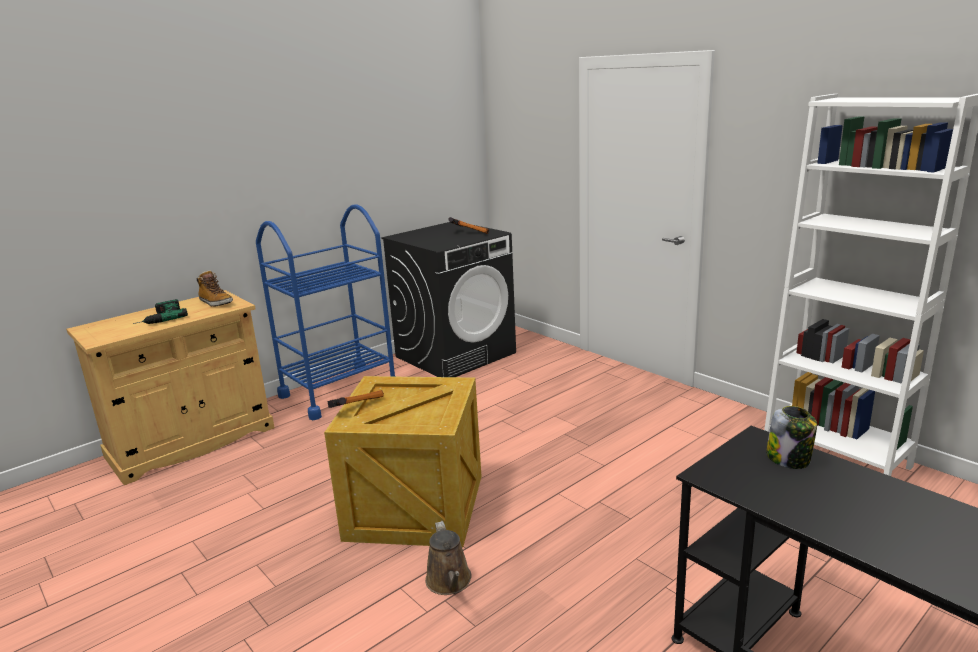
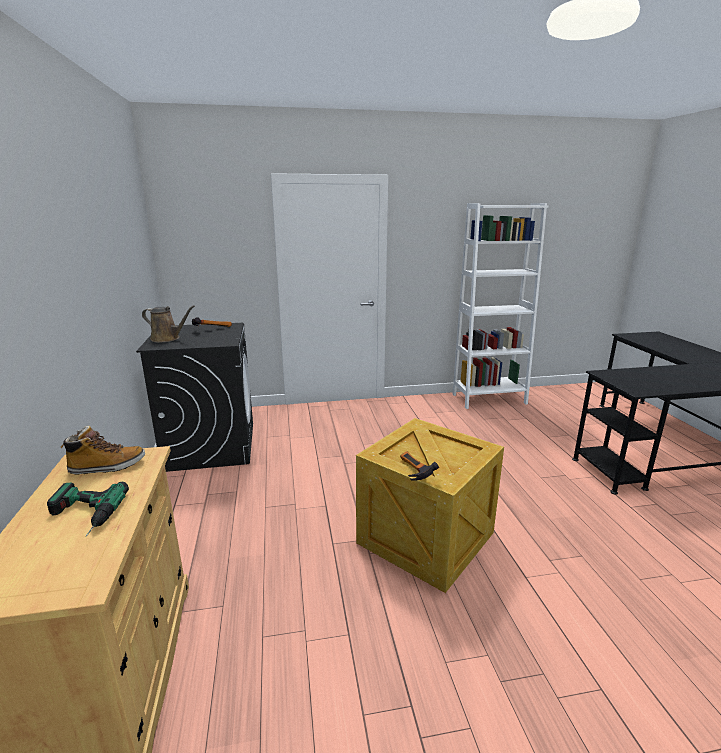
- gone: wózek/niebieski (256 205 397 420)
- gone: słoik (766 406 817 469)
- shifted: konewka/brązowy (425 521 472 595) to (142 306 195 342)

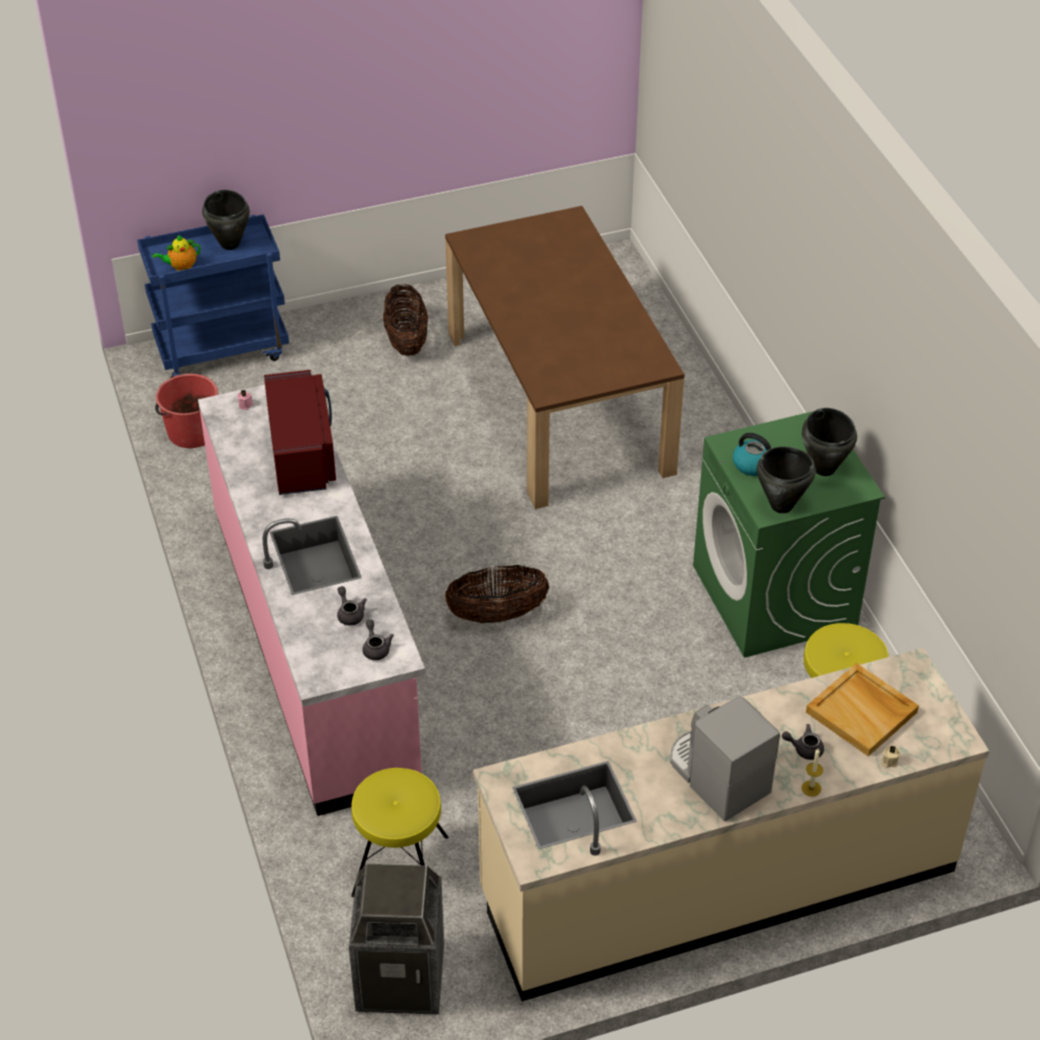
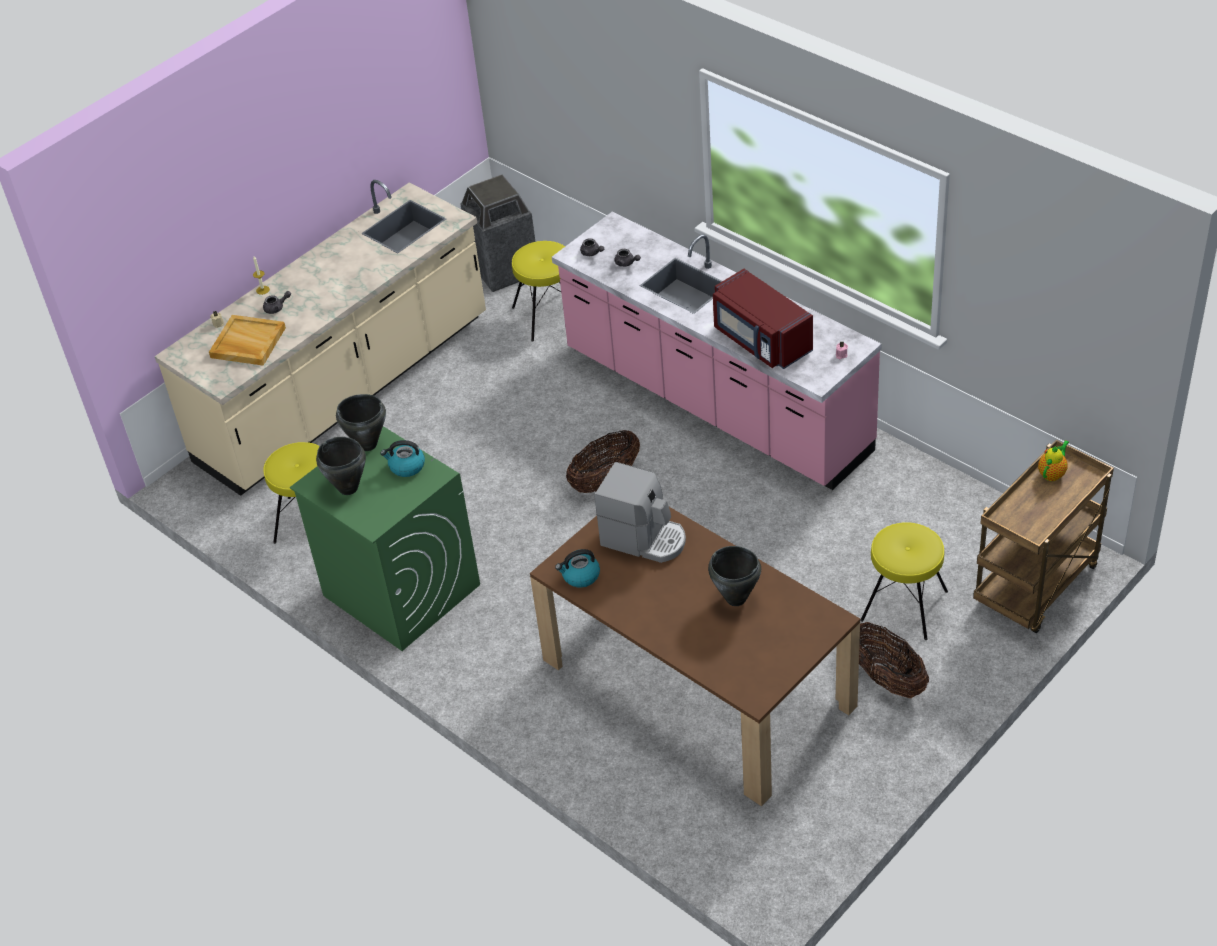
- shifted: garnek/czarny (202 190 250 250) to (708 546 761 606)
- repainted: wózek/niebieski (137 214 289 378) to wózek/brązowy (973 440 1114 633)
- gone: wiadro/czerwony (155 374 218 448)
- shifted: ekspres do kawy (670 697 780 821) to (595 462 686 563)
- new: stołek/żółty (860 522 948 640)
- new: czajnik (555 549 600 588)

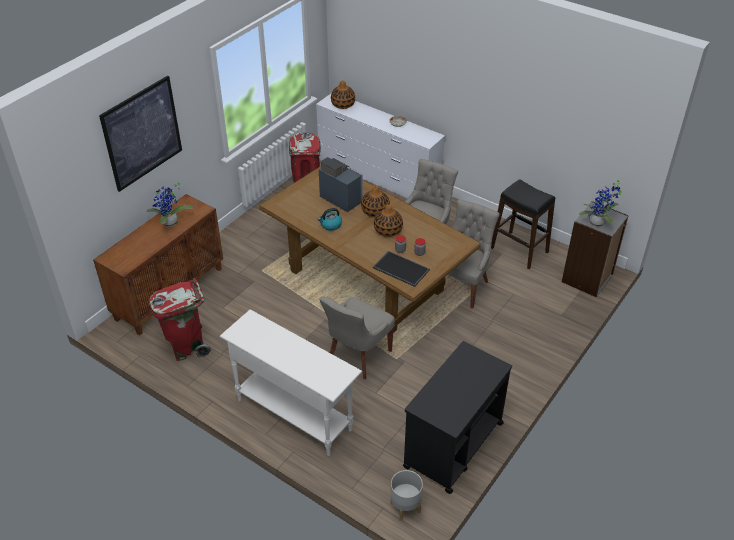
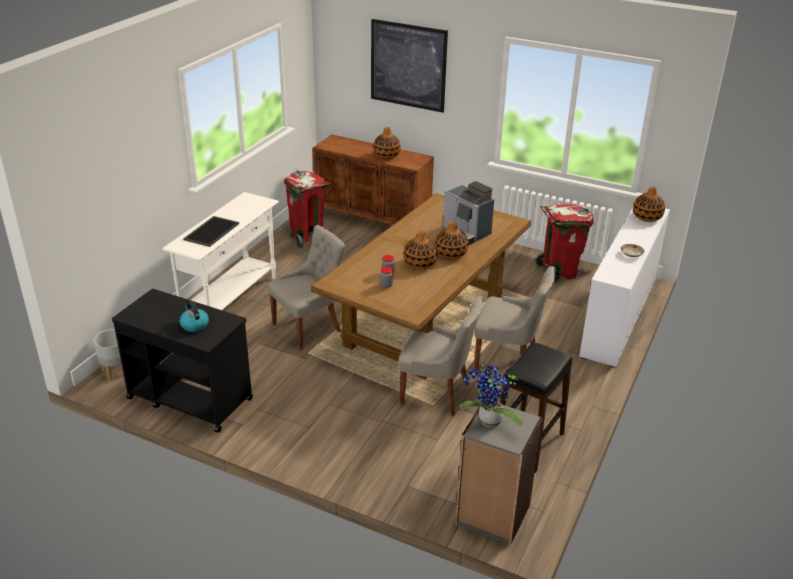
- rotated: ekspres do kawy (319 157 363 212) = (443 181 494 245) 105 degrees clockwise
- swapped: roślina doniczkowa (146 182 194 227) to wazon (373 127 401 159)
- shifted: czajnik (318 208 342 231) to (180 301 209 332)
- shifted: taca (373 251 430 287) to (183 216 239 247)
- rotated: krzesło/szary (319 297 395 379) = (267 225 346 350) 120 degrees clockwise

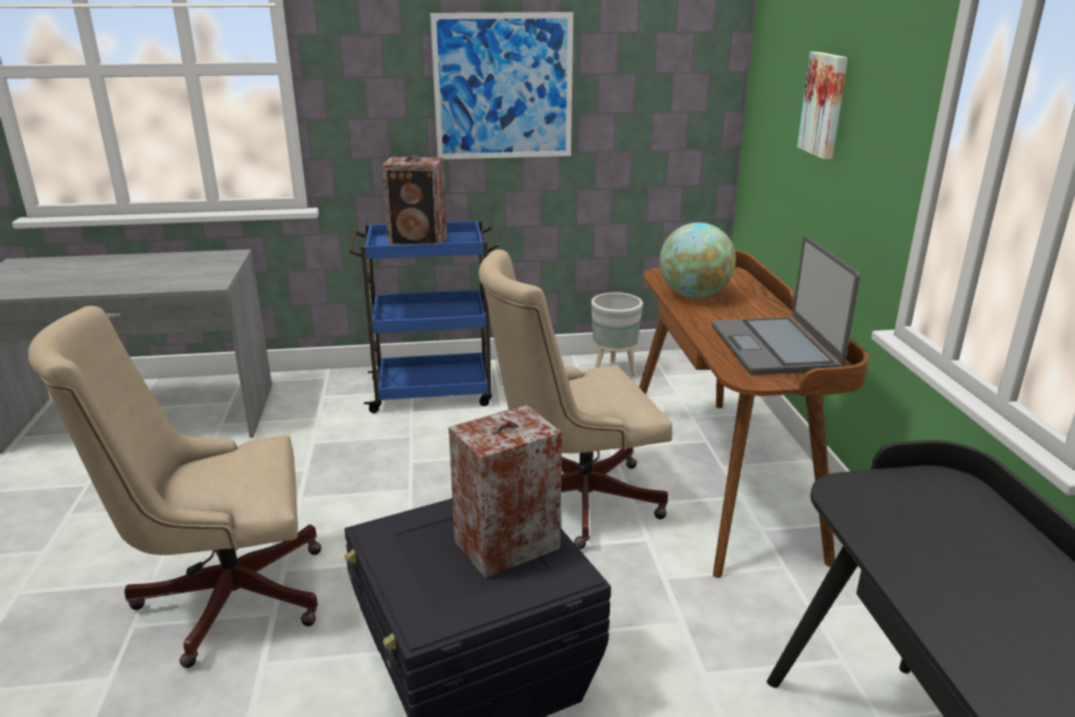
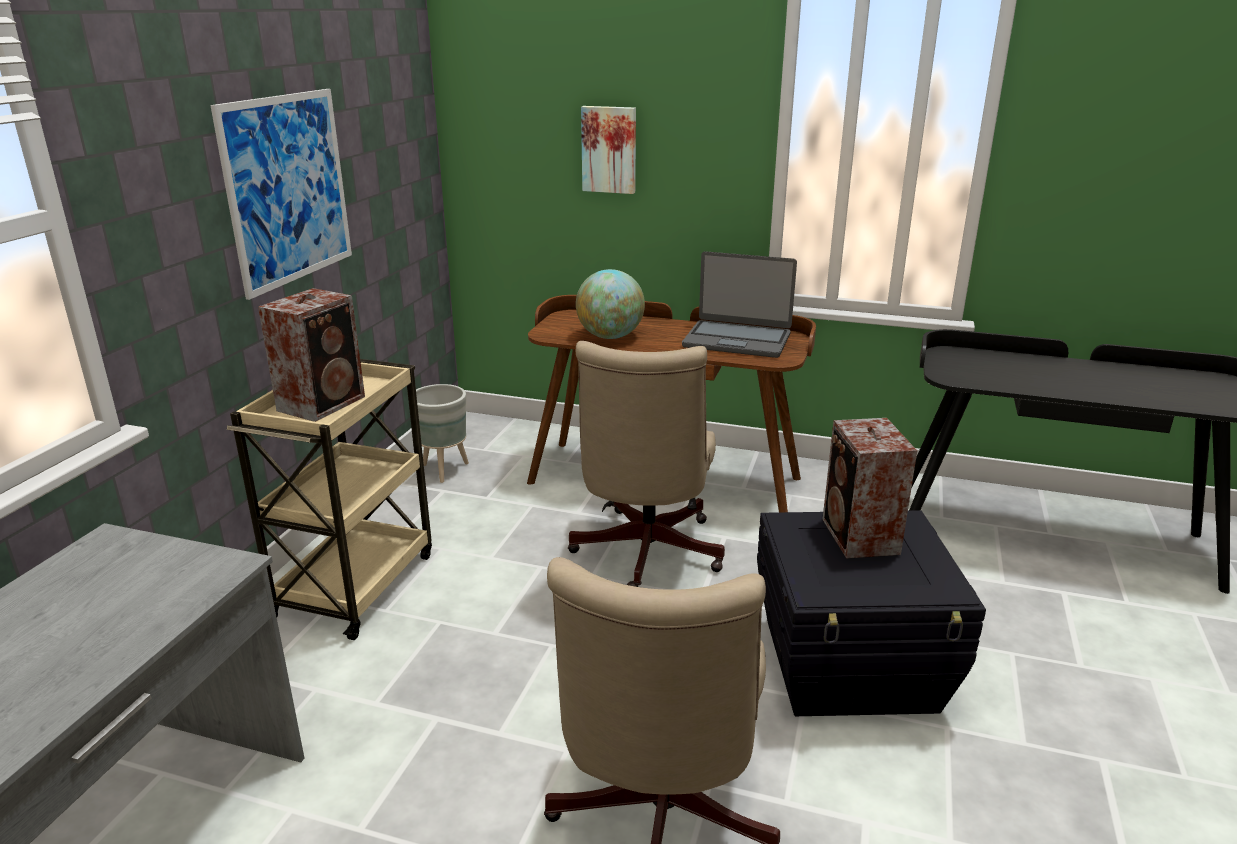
- repainted: wózek/niebieski (349 220 499 413) to wózek/beżowy (227 359 432 640)

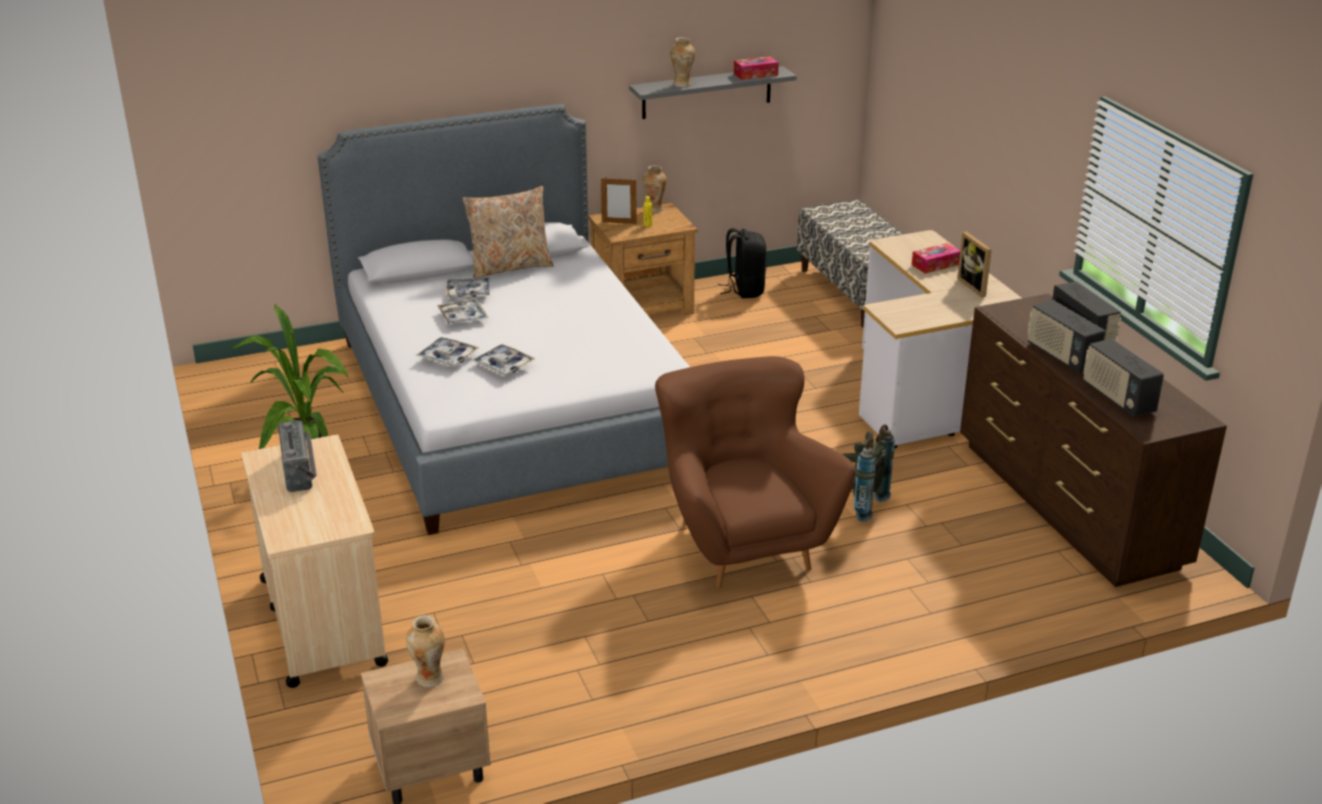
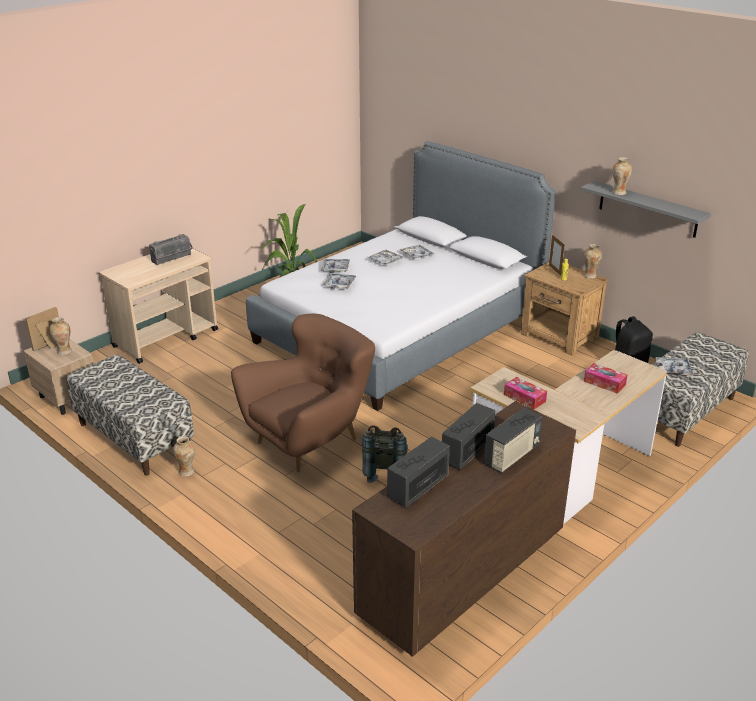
- shifted: pudełko chusteczek (734 56 779 80) to (504 377 547 410)
- gone: poduszka/beżowy (462 186 554 278)
- shifted: ramka na zdjęcie (957 231 992 297) to (25 307 59 351)
- new: ławka (66 354 194 476)
- new: taca (655 357 694 375)
- new: wazon (173 436 195 476)

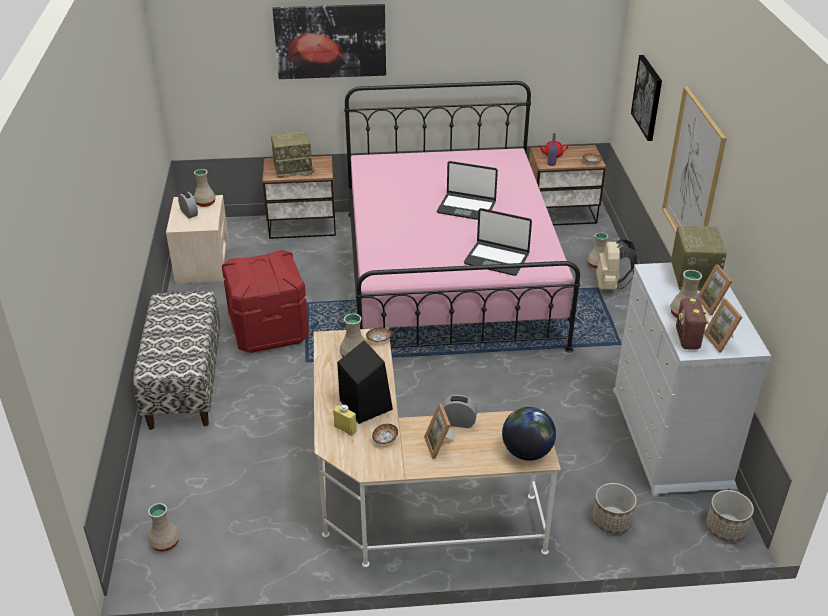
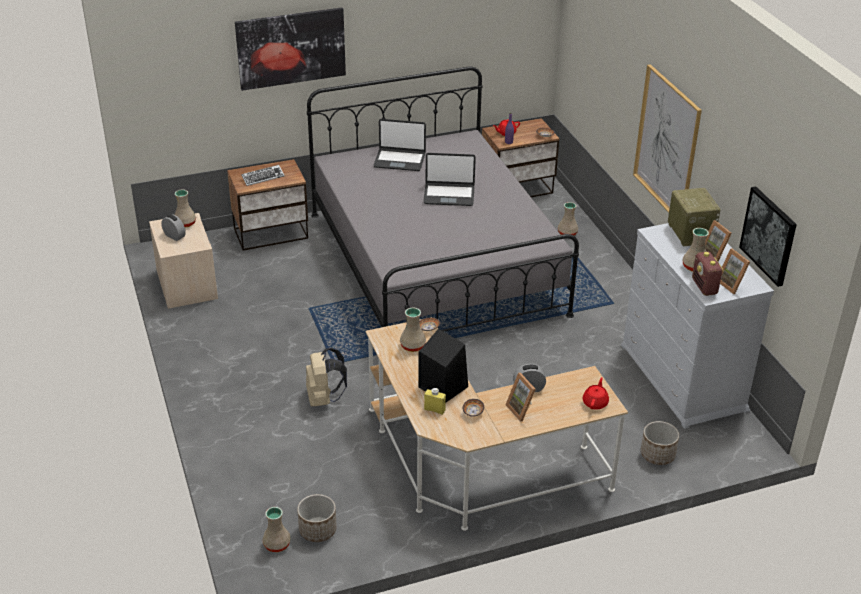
- shifted: obraz (631 55 662 141) to (739 186 797 287)
- repainted: łóżko/różowy (344 81 580 353) to łóżko/szary (307 66 579 332)
- swapped: radio (271 131 314 178) to klawiatura (241 165 284 186)
- shifted: laptop (464 208 532 276) to (373 119 426 171)
- shifted: plecak/beżowy (596 239 638 290) to (306 348 347 406)
- gone: pojemnik do przechowywania/czerwony (222 250 309 353)
- gone: ławka (133 291 221 430)
- swapped: globus (502 407 556 461) to imbryk/czerwony (583 377 609 410)
- shifted: donica (706 490 754 542) to (297 494 337 542)

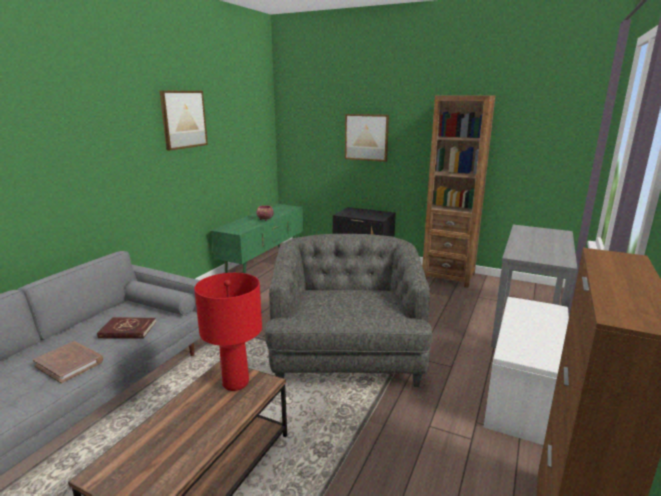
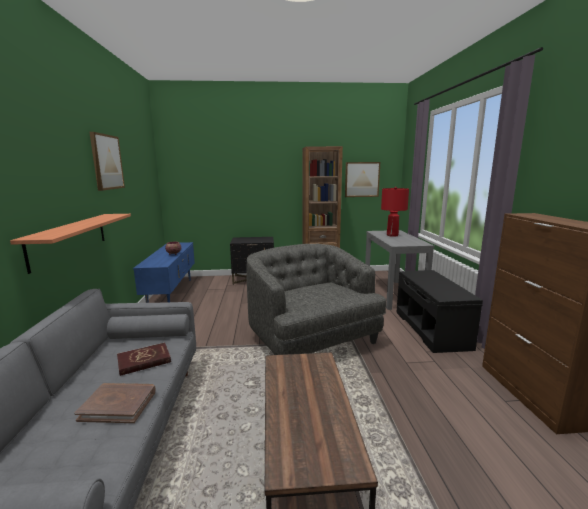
- shifted: obraz (345 114 389 162) to (345 162 380 197)
- repainted: szafka pod telewizor/zielony (211 204 303 274) to szafka pod telewizor/niebieski (133 242 195 303)
- shifted: lampa stołowa/czerwony (194 273 262 391) to (381 187 409 237)
- repainted: ławka/biały (484 297 569 445) to ławka/czarny (396 270 483 353)
- new: półka (10 214 131 274)

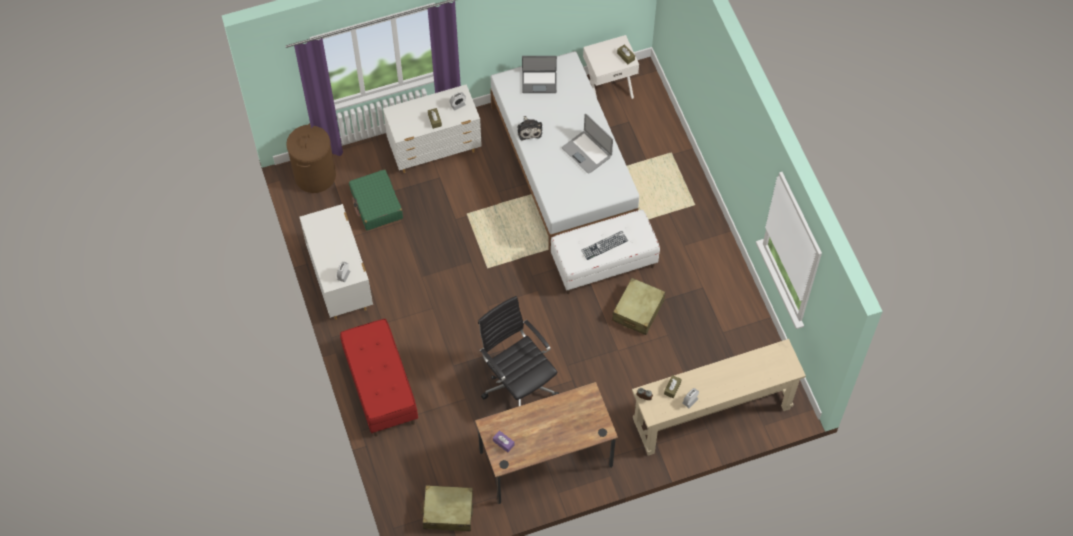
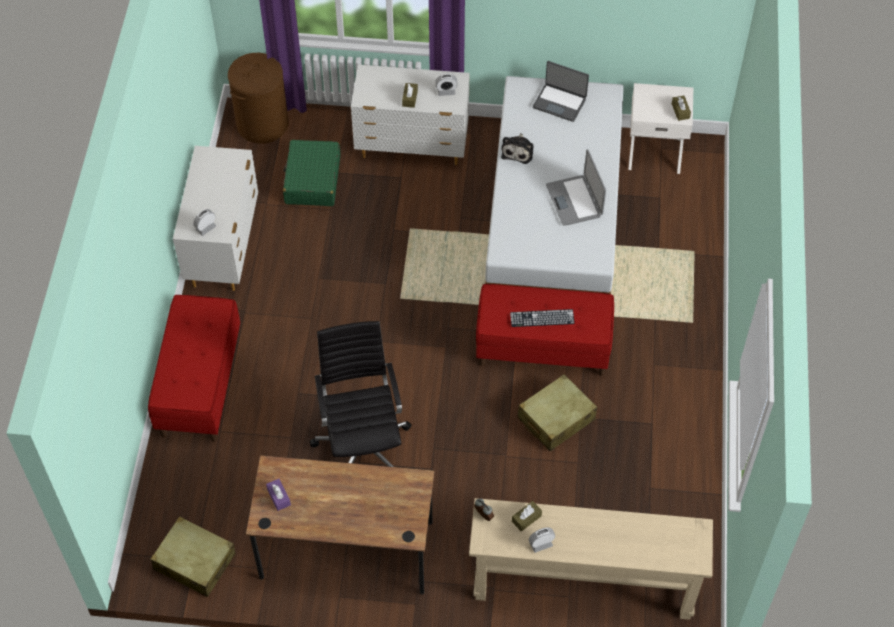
- repainted: ławka/biały (551 210 660 294) to ławka/czerwony (476 284 614 376)

